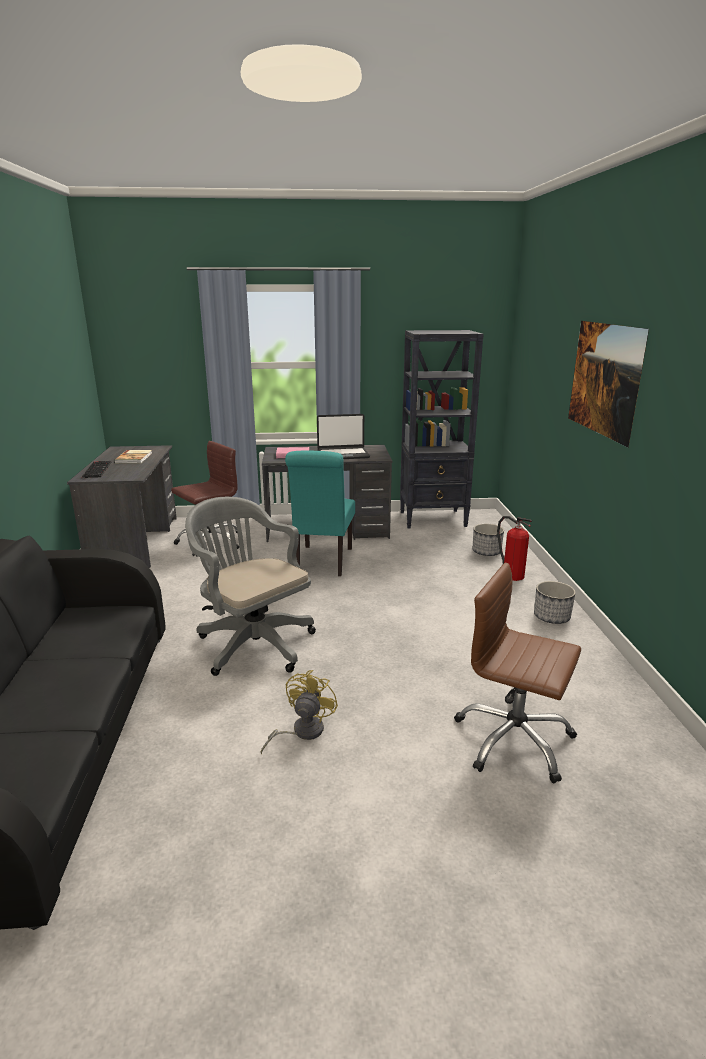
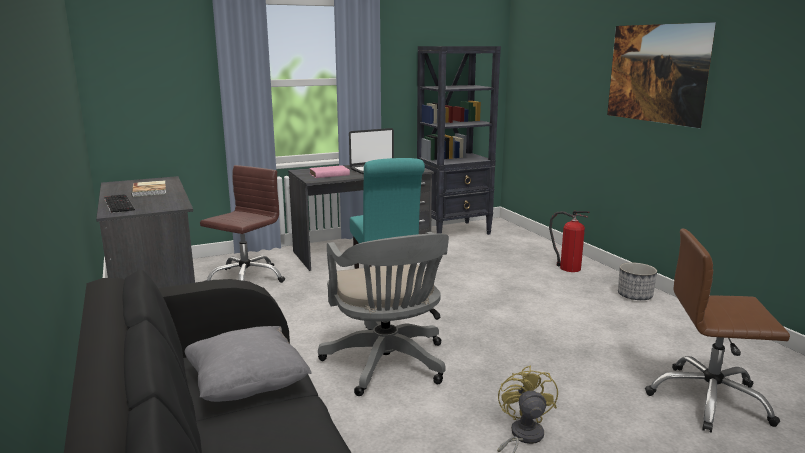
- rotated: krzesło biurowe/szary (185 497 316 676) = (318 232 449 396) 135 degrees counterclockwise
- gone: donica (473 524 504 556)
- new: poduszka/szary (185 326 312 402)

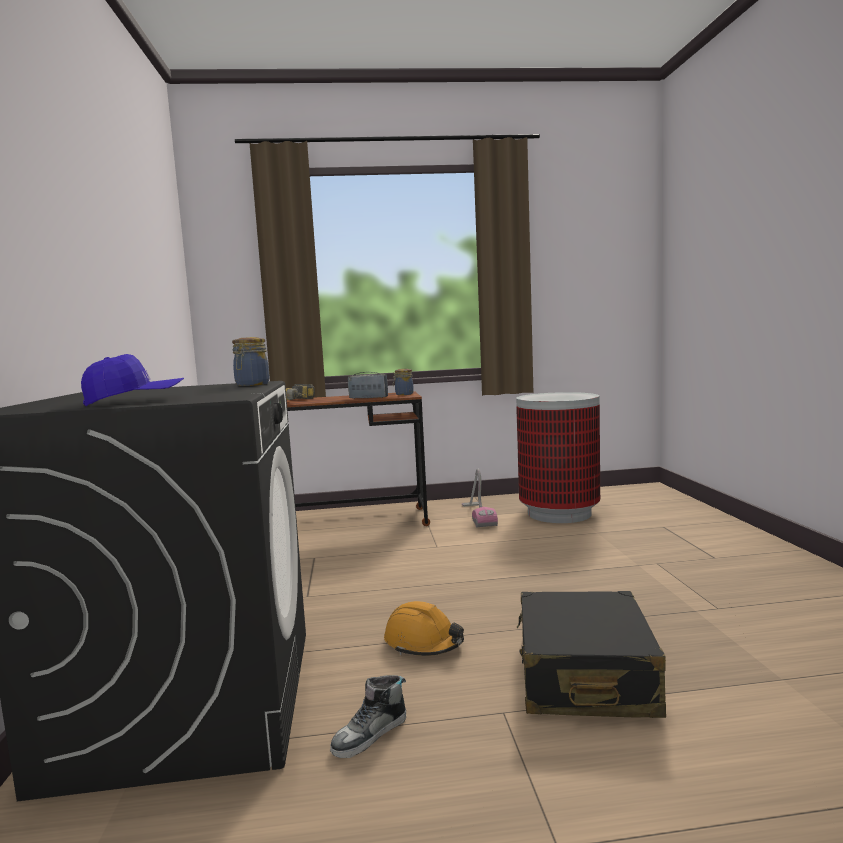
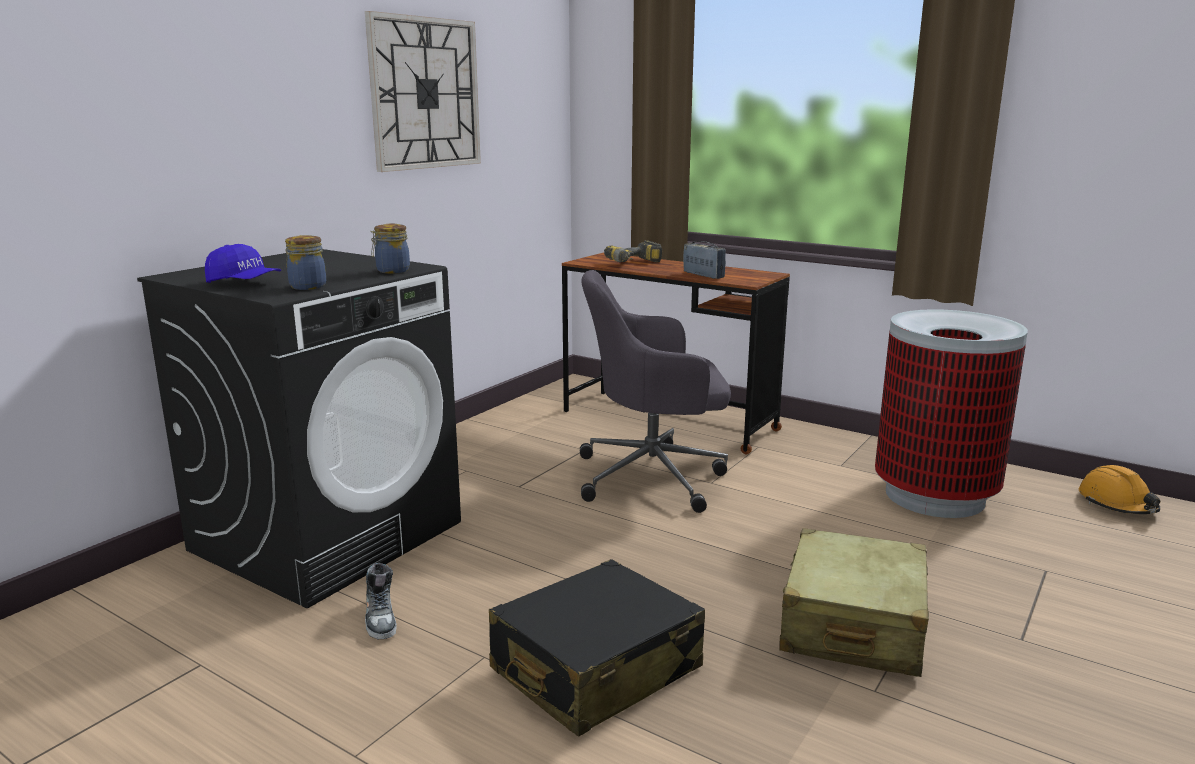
- shifted: słoik (393 369 414 395) to (285 235 326 290)
- gone: odkurzacz (462 469 498 528)
- shifted: kask/pomarańczowy (384 601 464 656) to (1078 465 1160 514)
- rotated: but (330 675 406 758) = (365 563 397 640) 105 degrees counterclockwise
- new: zegar ścienny (365 11 481 172)
- new: krzesło biurowe/szary (580 270 731 513)
- new: walizka/beżowy (779 528 929 677)

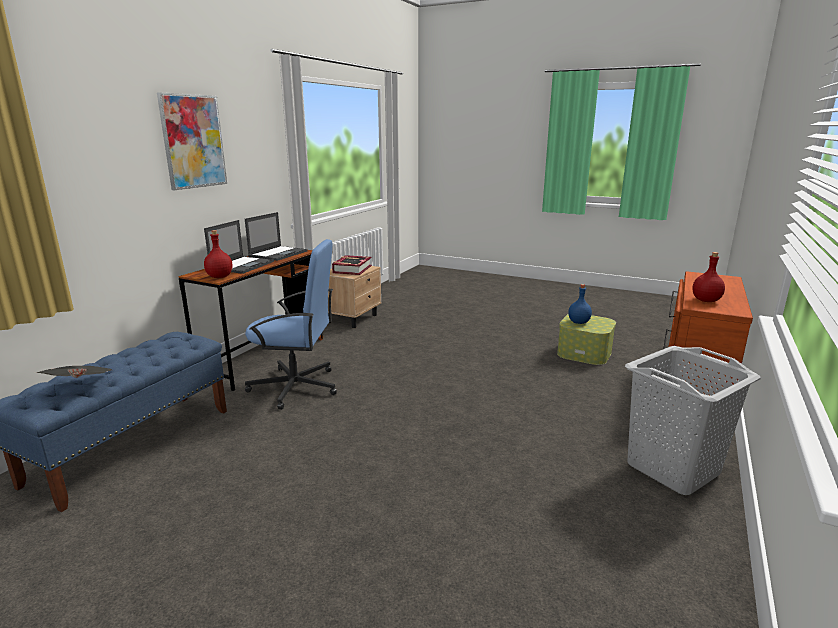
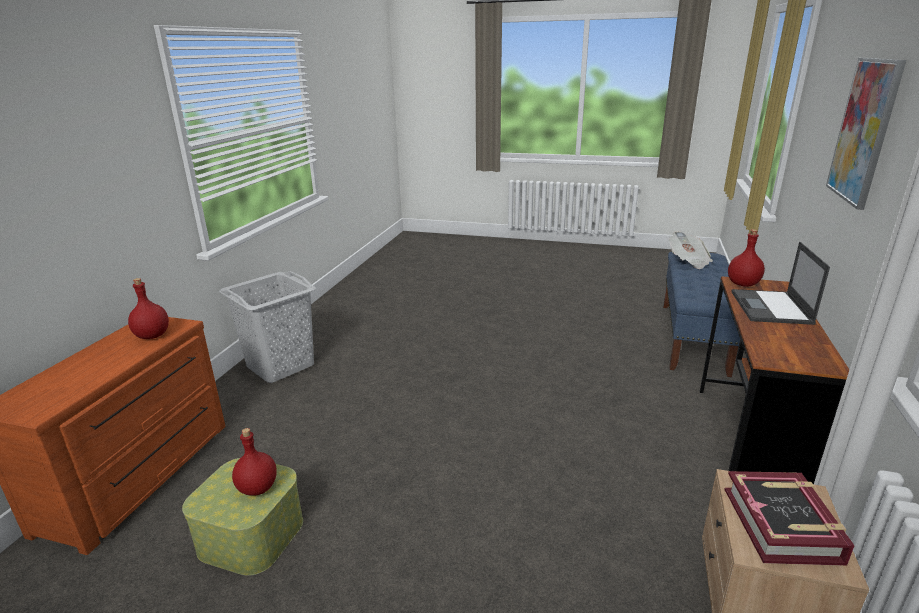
- gone: laptop (245 212 308 261)
- gone: krzesło biurowe/niebieski (245 239 337 410)
- repainted: butelka/niebieski (568 284 592 324) to butelka/czerwony (232 428 277 496)

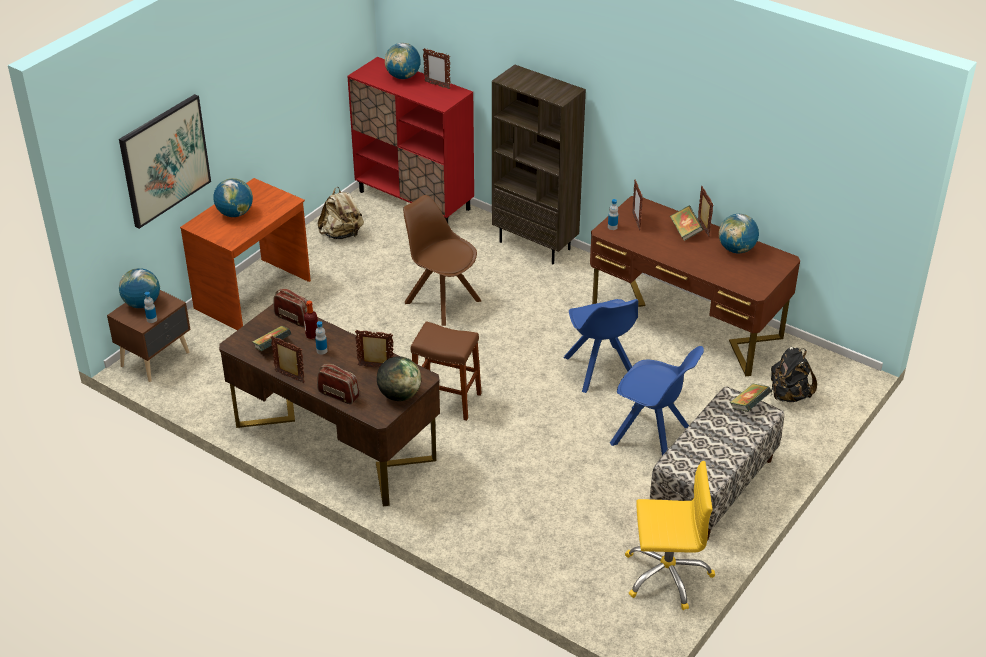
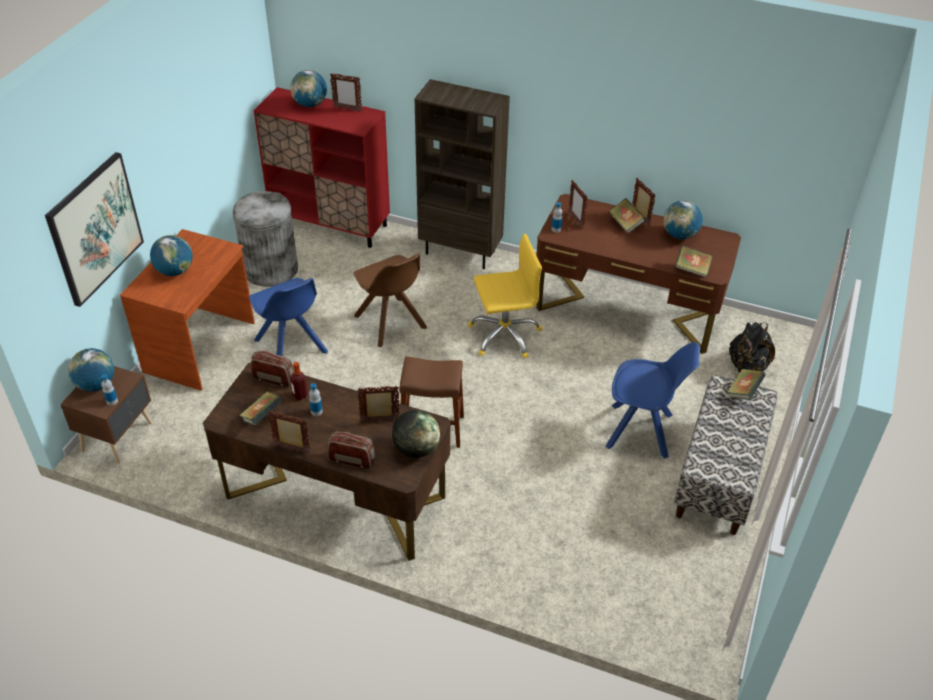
- swapped: plecak/beżowy (318 187 364 239) to kosz na śmieci/szary (233 191 298 287)
- rotated: krzesło/brązowy (403 195 481 326) = (354 254 427 348) 150 degrees counterclockwise
- shifted: krzesło/niebieski (564 299 638 393) to (249 278 328 356)
- shifted: krzesło biurowe/żółty (625 461 715 610) to (468 234 542 358)
- new: książka (675 245 713 277)

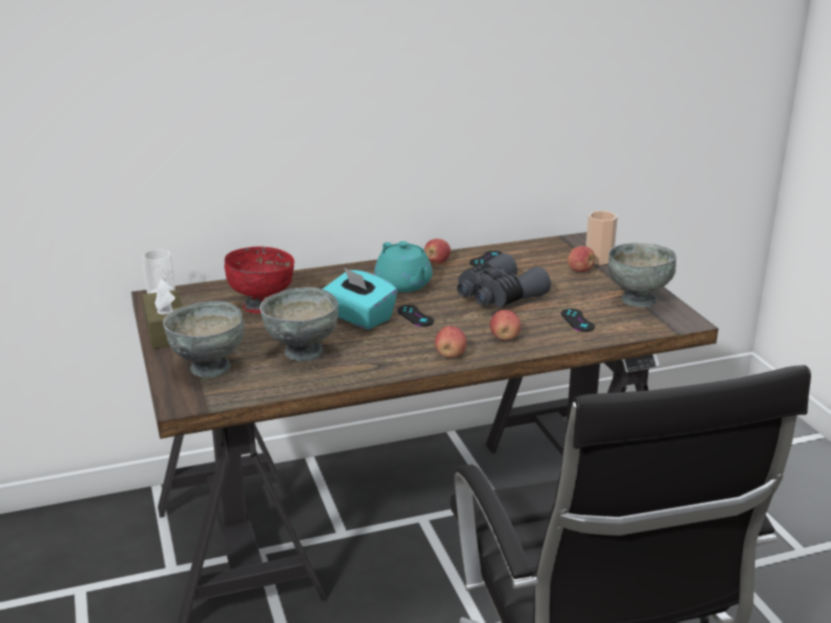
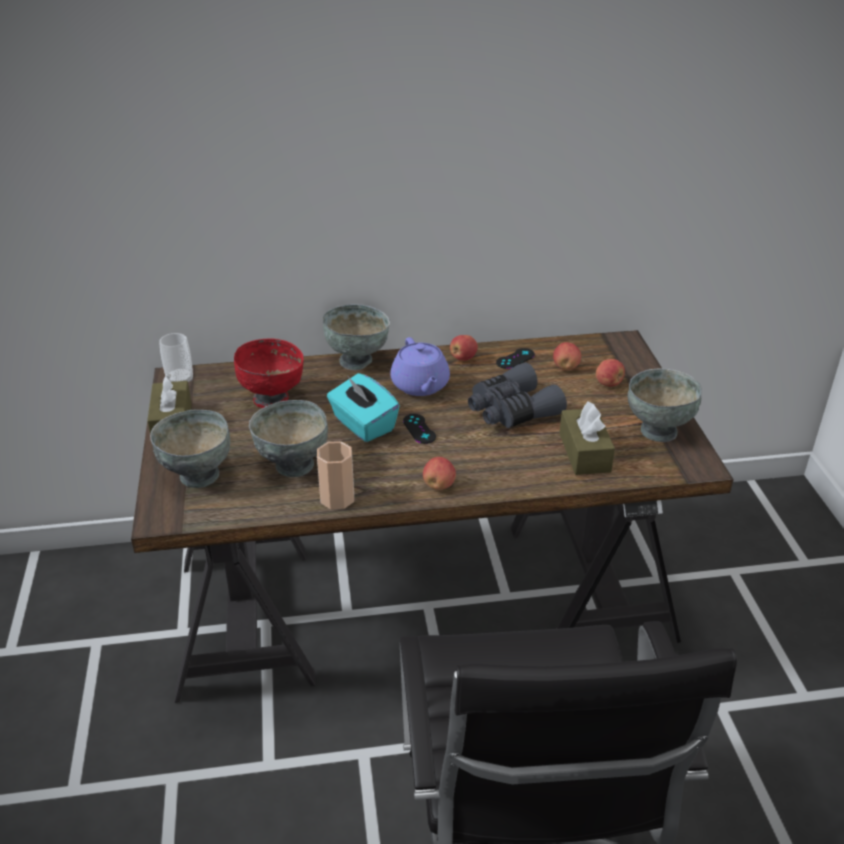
- shifted: filiżanka (586 211 618 265) to (317 441 354 509)
- repainted: imbryk/turkusowy (374 241 432 292) to imbryk/fioletowy (390 337 450 396)
- swapped: pad do gier/czarny (561 309 595 332) to pudełko chusteczek/brązowy (559 401 615 475)
- shifted: jabłko (490 310 521 340) to (553 342 581 370)
- new: miska/szary (323 304 390 370)

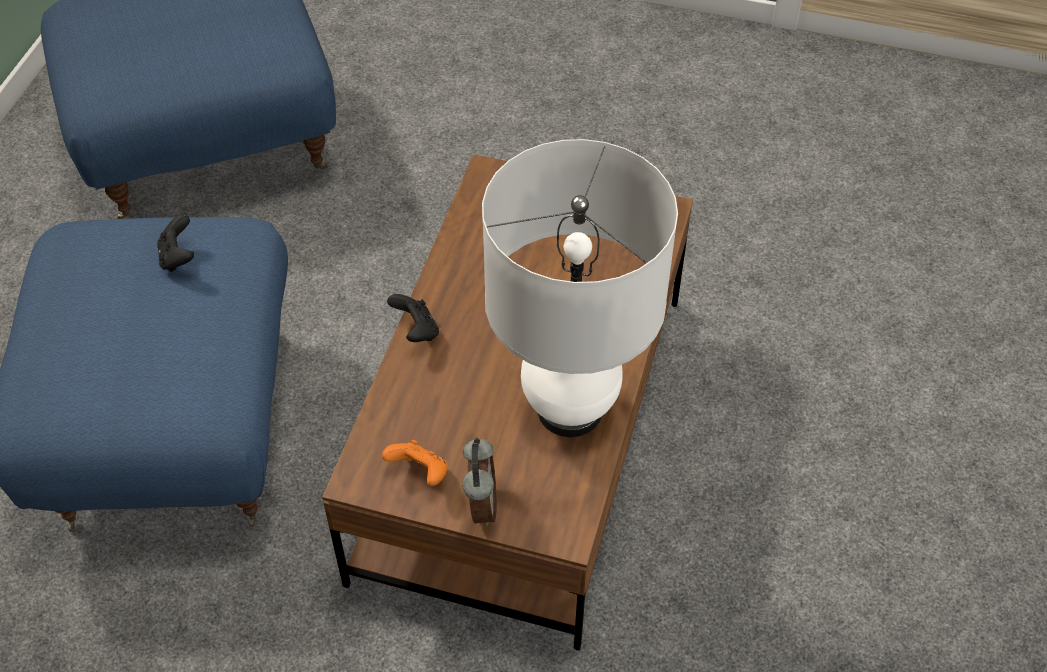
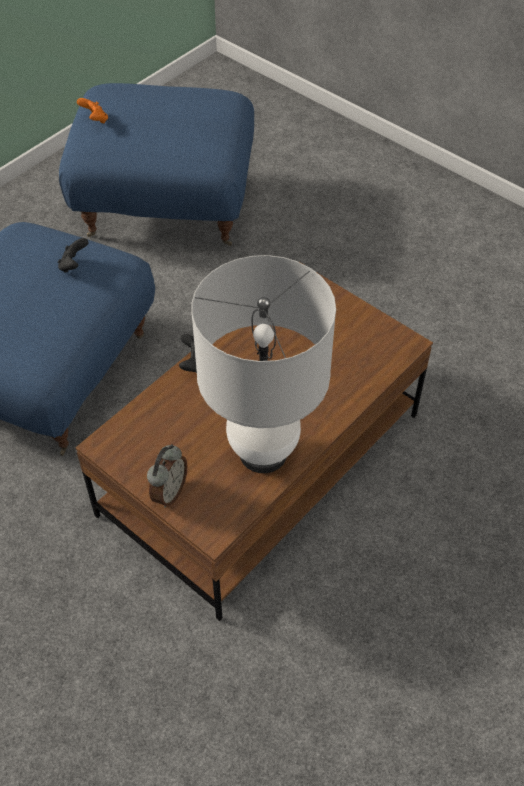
- shifted: pad do gier/pomarańczowy (382 440 448 486) to (77 98 108 124)

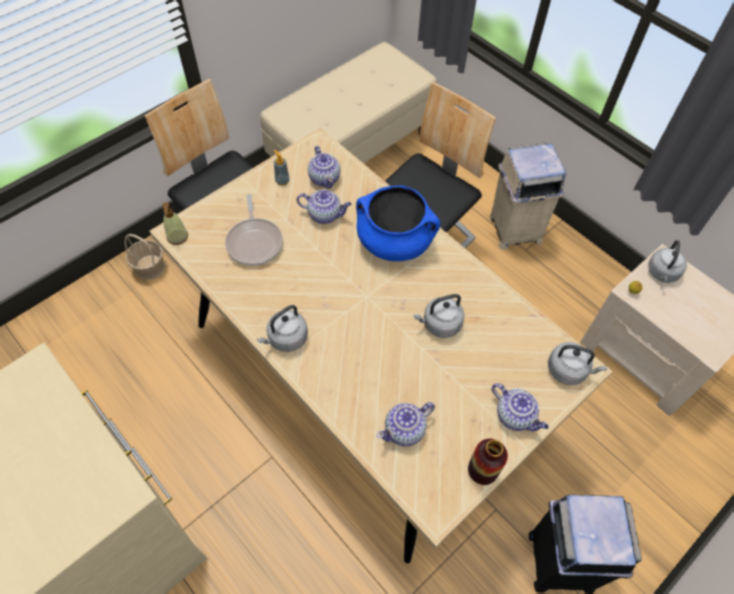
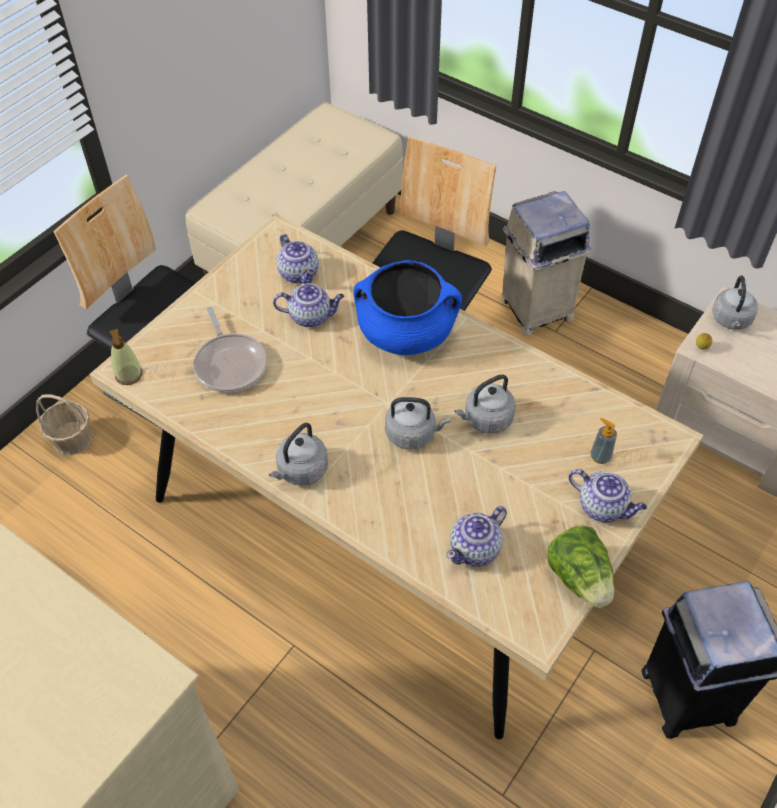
- shifted: dozownik mydła (274 150 290 186) to (591 418 617 464)
- shifted: czajnik/szary (548 342 607 385) to (385 397 450 450)
- swapped: wazon (468 439 508 485) to sałata (547 525 614 608)

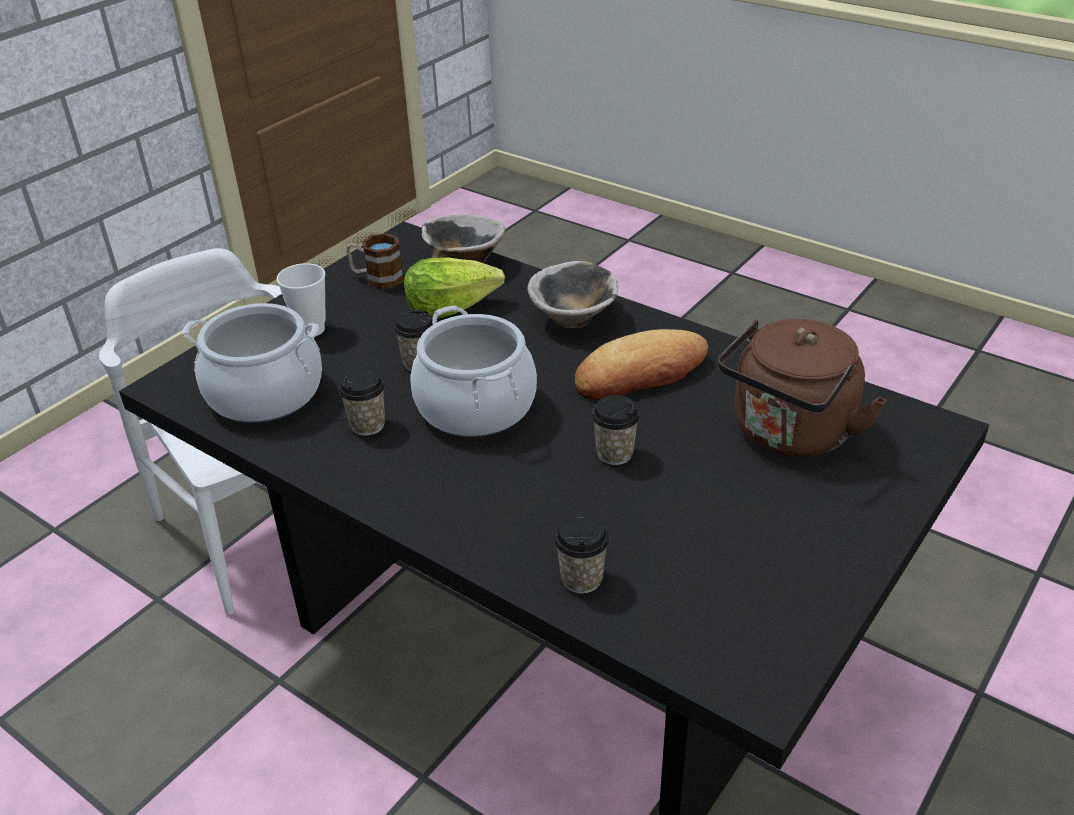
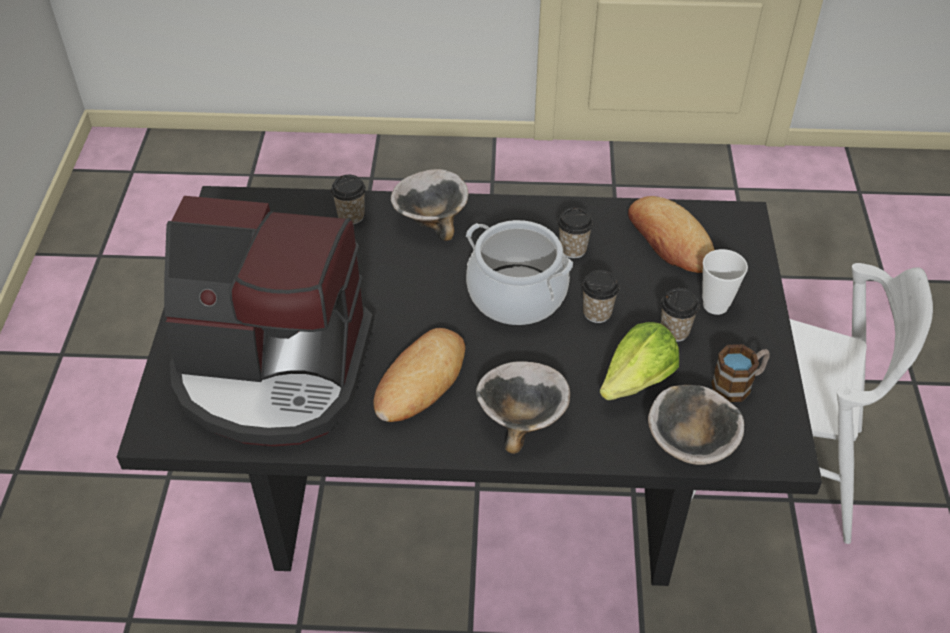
- swapped: garnek (182 303 322 423) to chleb (628 196 715 273)
- swapped: czajnik/brązowy (718 319 887 457) to ekspres do kawy (164 196 373 446)
- shifted: filiżanka (592 395 640 465) to (661 288 699 342)
- new: miska (391 169 468 241)

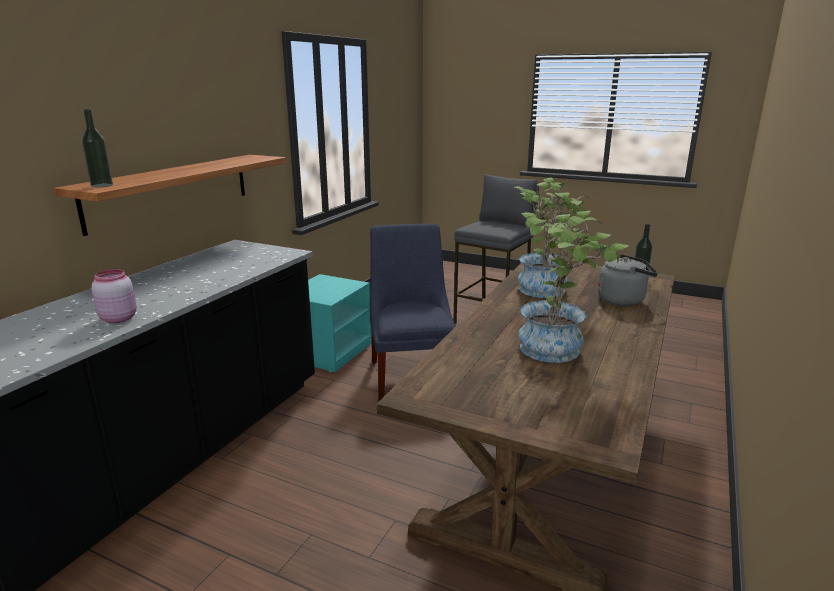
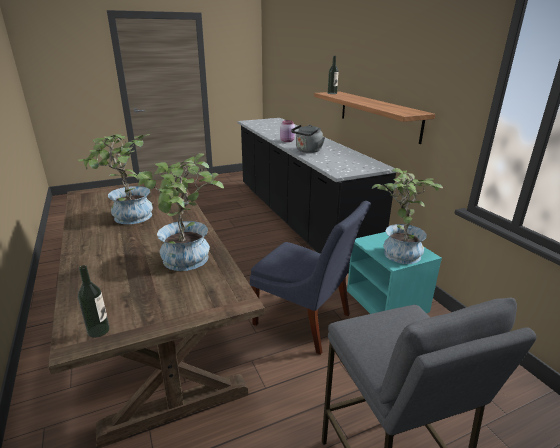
- shifted: czajnik/szary (598 254 658 306) to (291 125 325 153)
- new: roślina doniczkowa (371 168 443 264)

